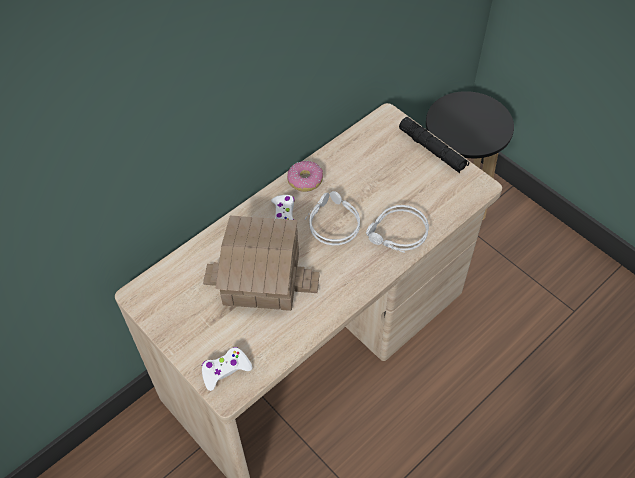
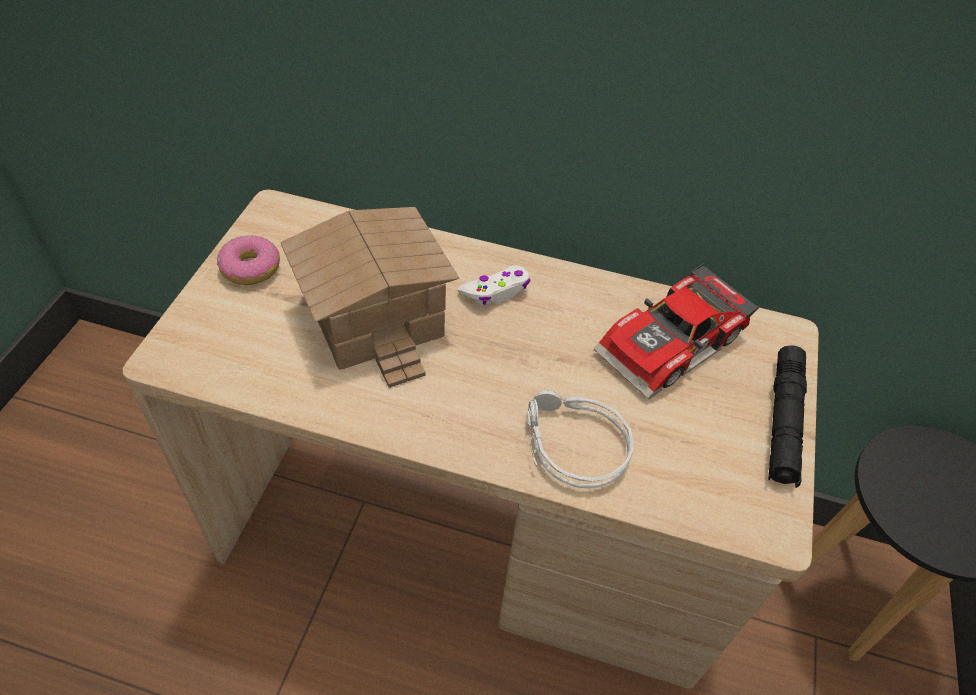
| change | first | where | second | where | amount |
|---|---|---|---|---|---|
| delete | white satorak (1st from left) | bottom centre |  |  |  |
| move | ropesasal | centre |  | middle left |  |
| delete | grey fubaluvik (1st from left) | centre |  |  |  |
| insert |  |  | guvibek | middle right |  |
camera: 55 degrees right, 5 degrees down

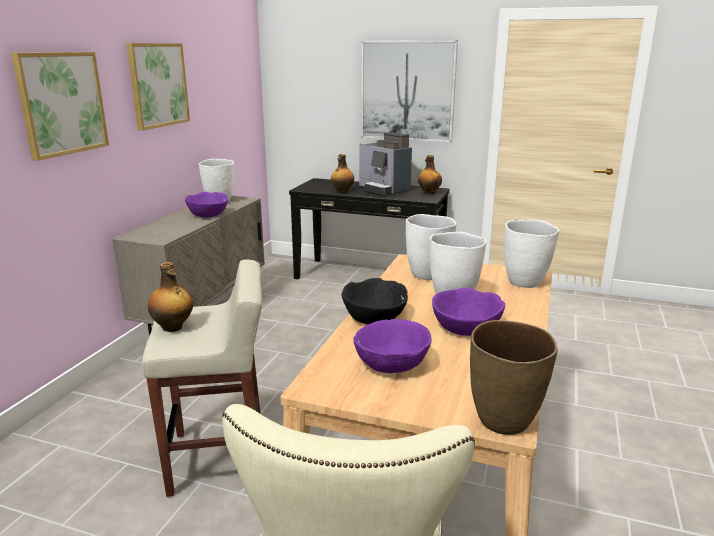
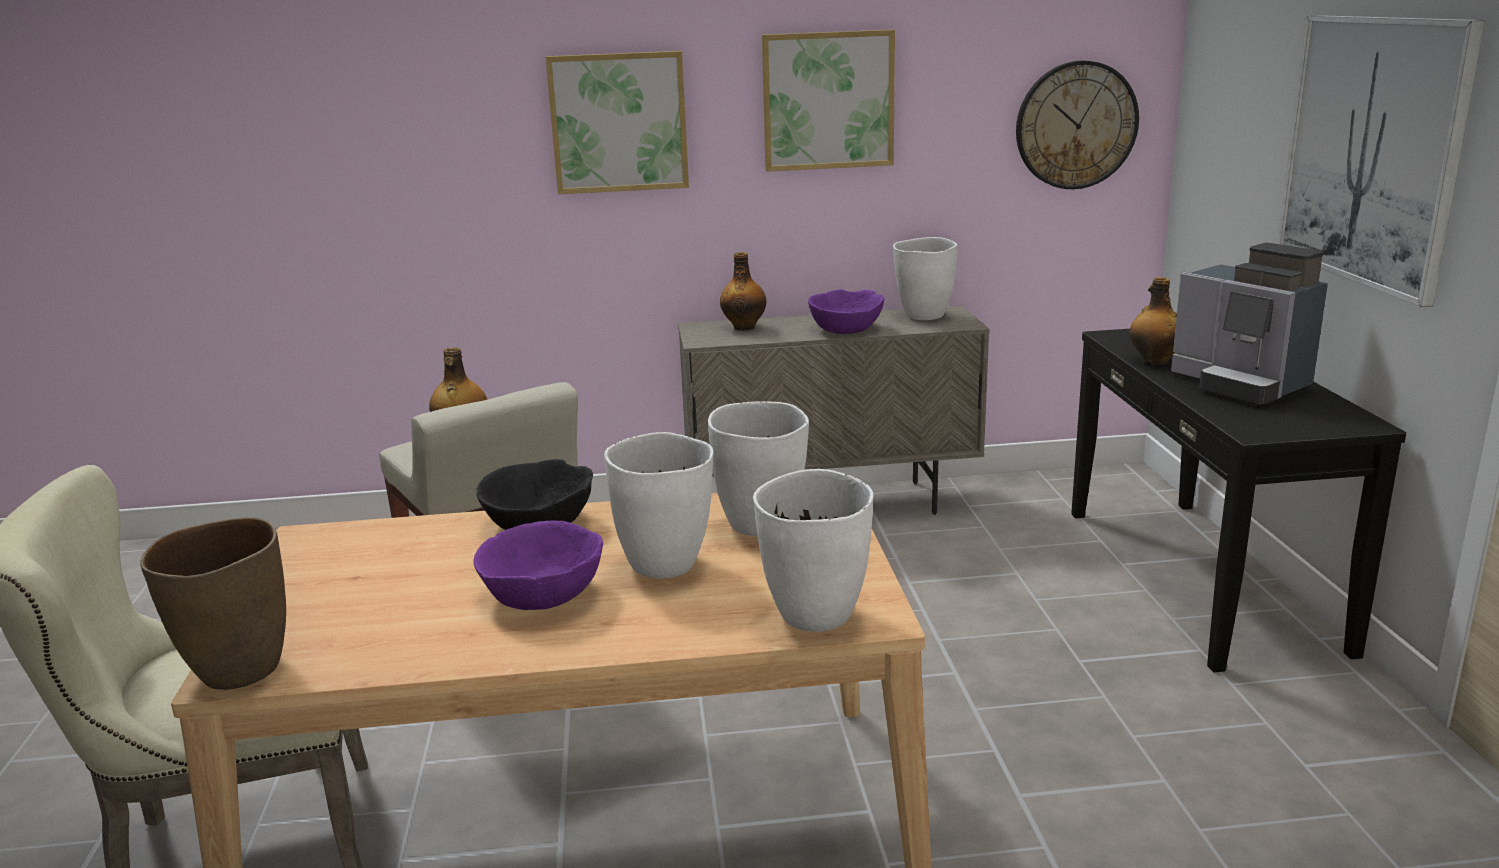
| change | first | where | second | where | amount |
|---|---|---|---|---|---|
| delete | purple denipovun (2nd from left) | centre |  |  |  |
| rotate | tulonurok | top centre |  | middle right | 60 degrees counterclockwise |
| move | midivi (3rd from left in the first image) | top centre | midivi (2nd from left) | centre |  |
| insert |  |  | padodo | top right |  |
camera: 65 degrees right, 0 degrees up

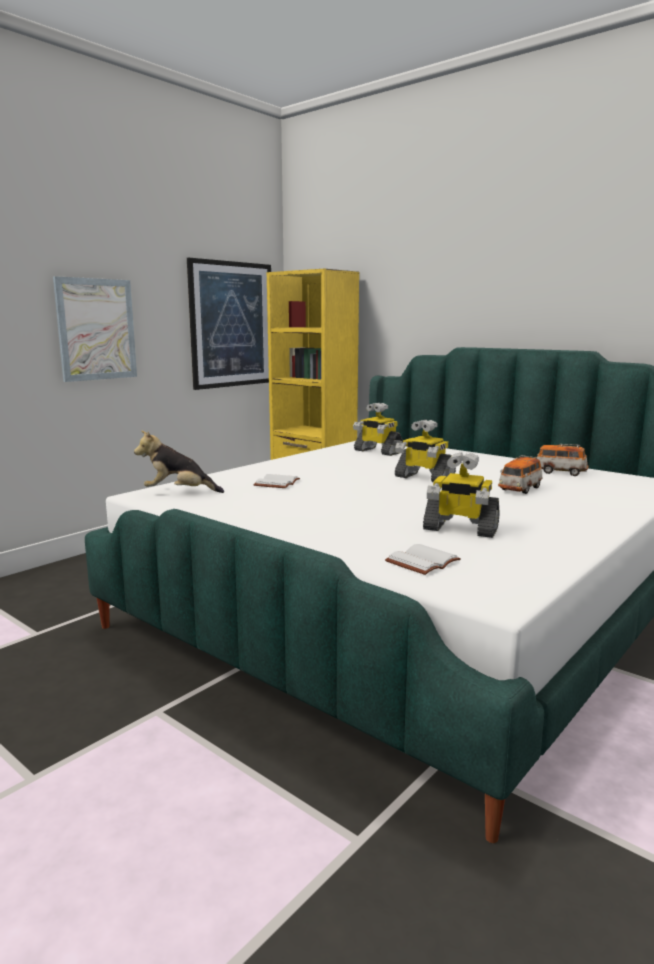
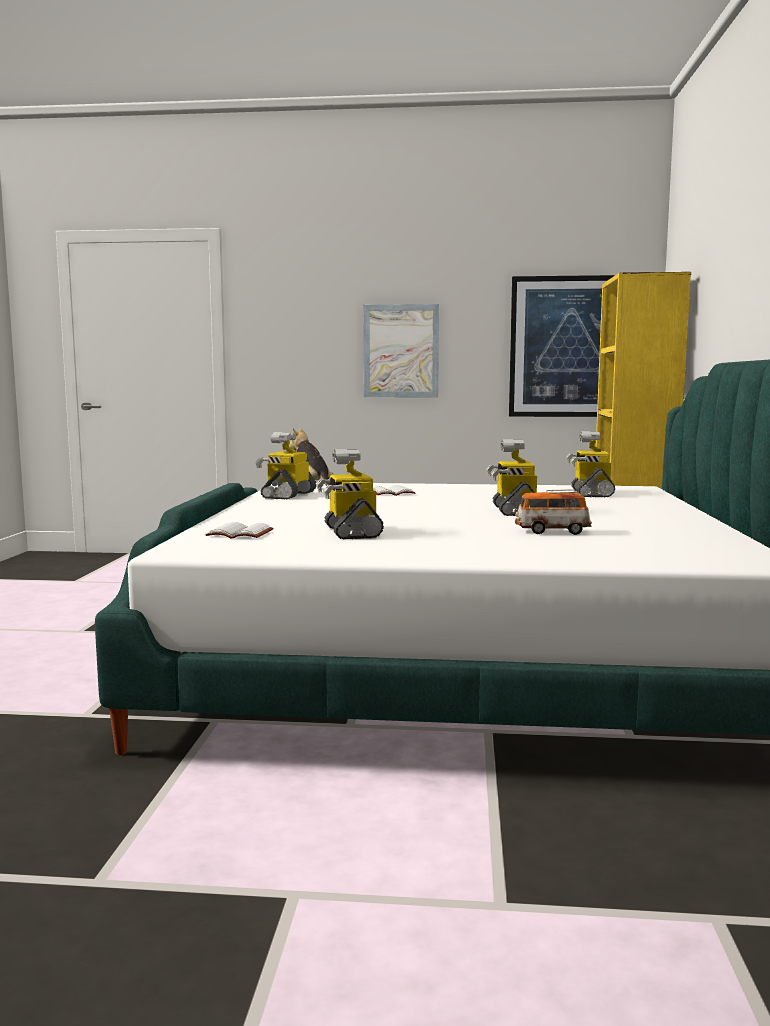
| change | first | where | second | where | amount |
|---|---|---|---|---|---|
| delete | guvibek (2nd from left) | middle right |  |  |  |
| insert |  |  | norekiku (1st from left) | centre |  |
camera: 55 degrees right, 5 degrees down

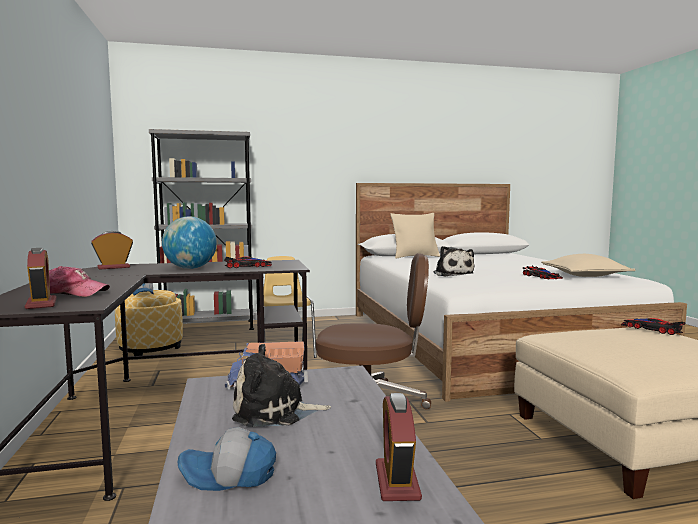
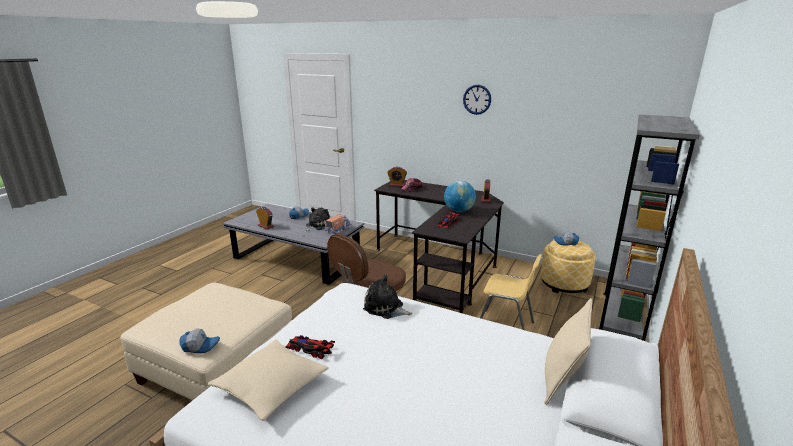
| change | first | where | second | where | amount |
|---|---|---|---|---|---|
| replace | guvibek (3rd from left) | middle right | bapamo (1st from left) | bottom left |  |
| insert |  |  | padodo | top centre |  |
camera: 130 degrees right, 15 degrees up

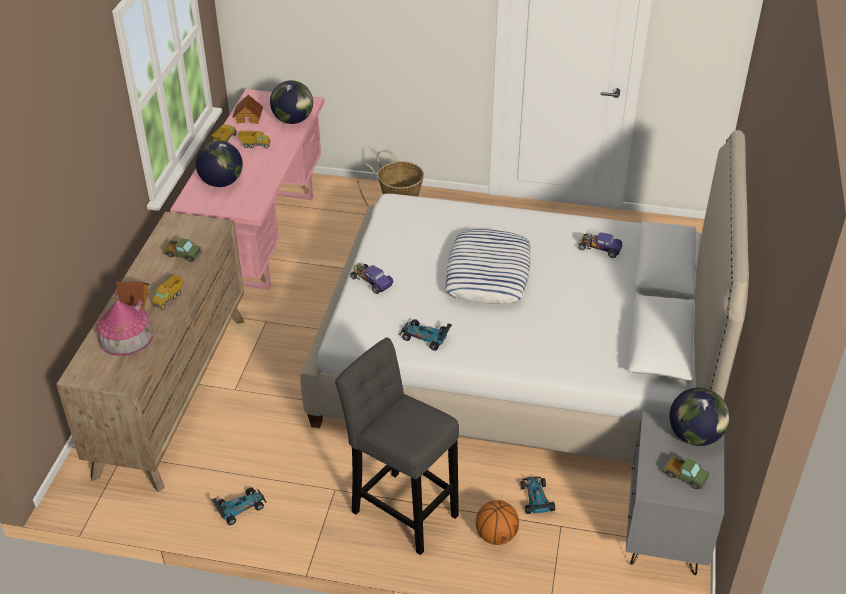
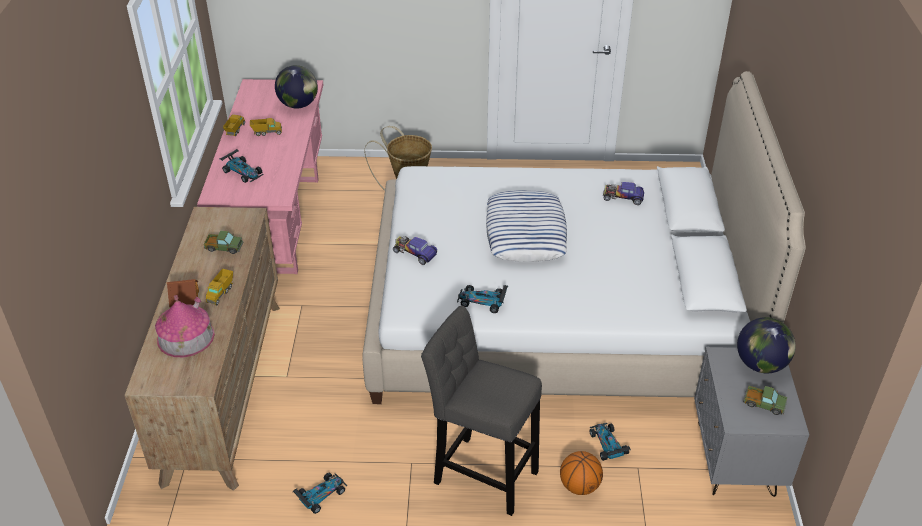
| change | first | where | second | where | amount |
|---|---|---|---|---|---|
| replace | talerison (1st from left) | top left | guvibek (1st from left) | top left |  |
| delete | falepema (3rd from left) | top left |  |  |  |
camera: 10 degrees left, 0 degrees up

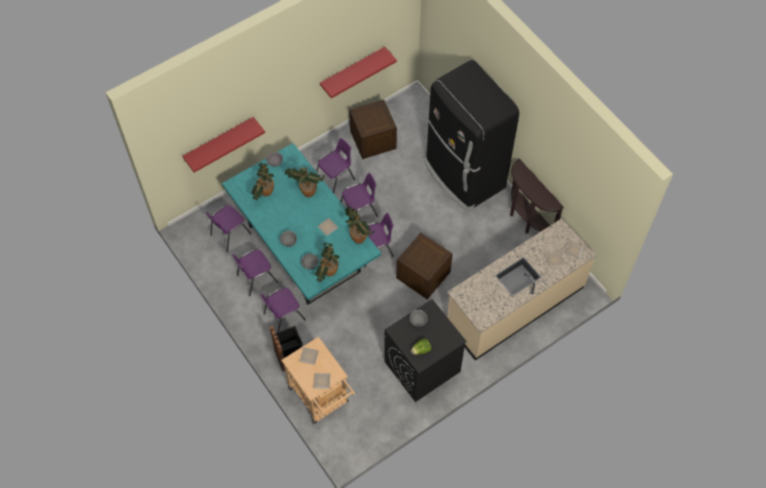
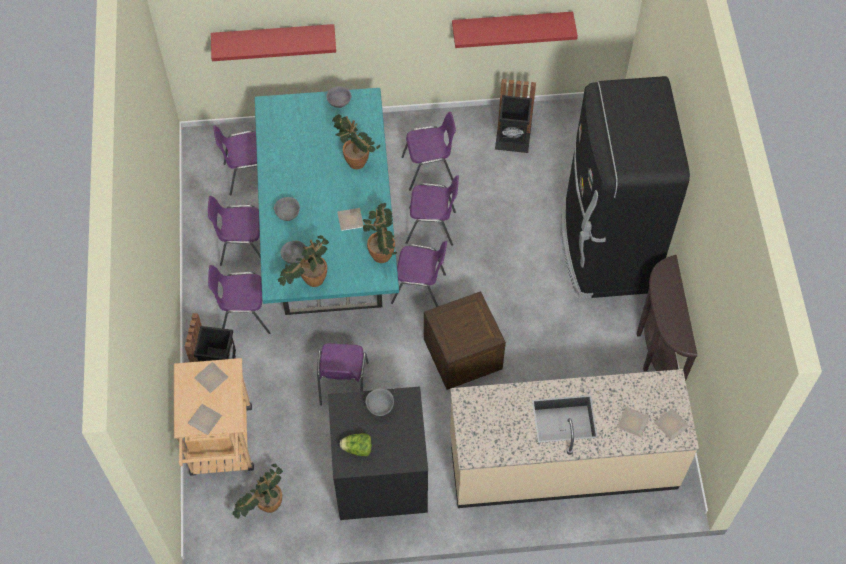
| change | first | where | second | where | amount |
|---|---|---|---|---|---|
| move | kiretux (1st from left) | centre |  | bottom left |  |
| replace | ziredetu (1st from left) | top centre | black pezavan (2nd from left) | top centre |  |
| insert |  |  | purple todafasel (4th from left) | centre |  |
camera: 30 degrees right, 0 degrees up

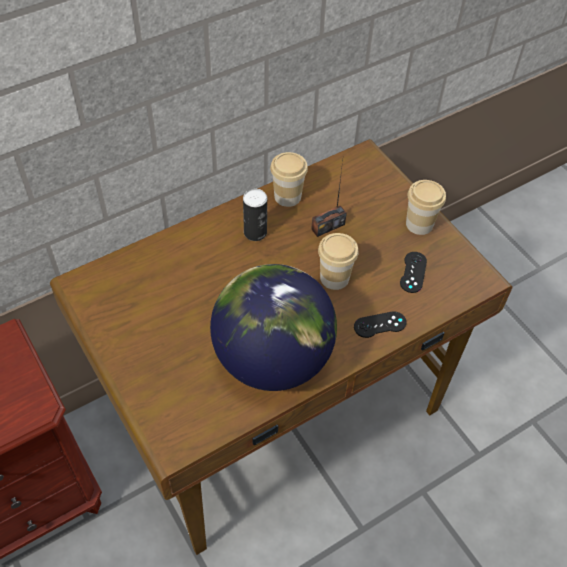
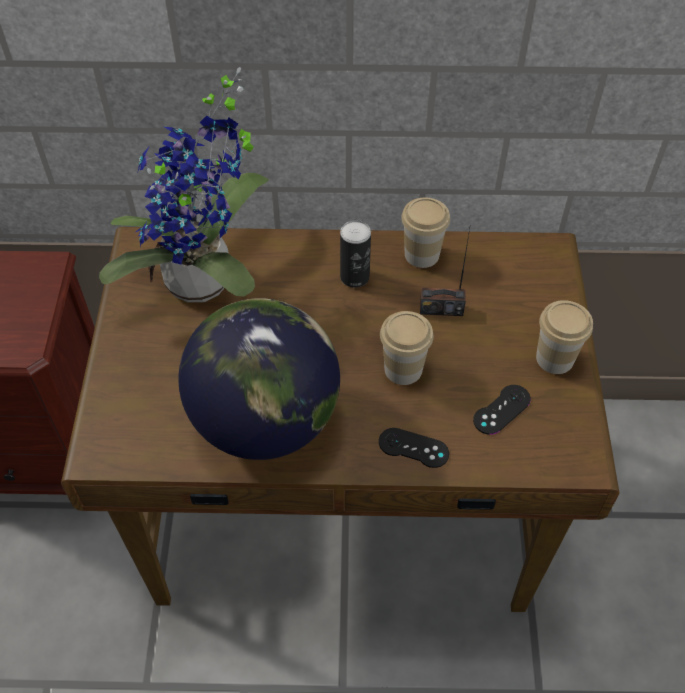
| change | first | where | second | where | amount |
|---|---|---|---|---|---|
| insert |  |  | kiretux | top left |  |
camera: 35 degrees right, 0 degrees up

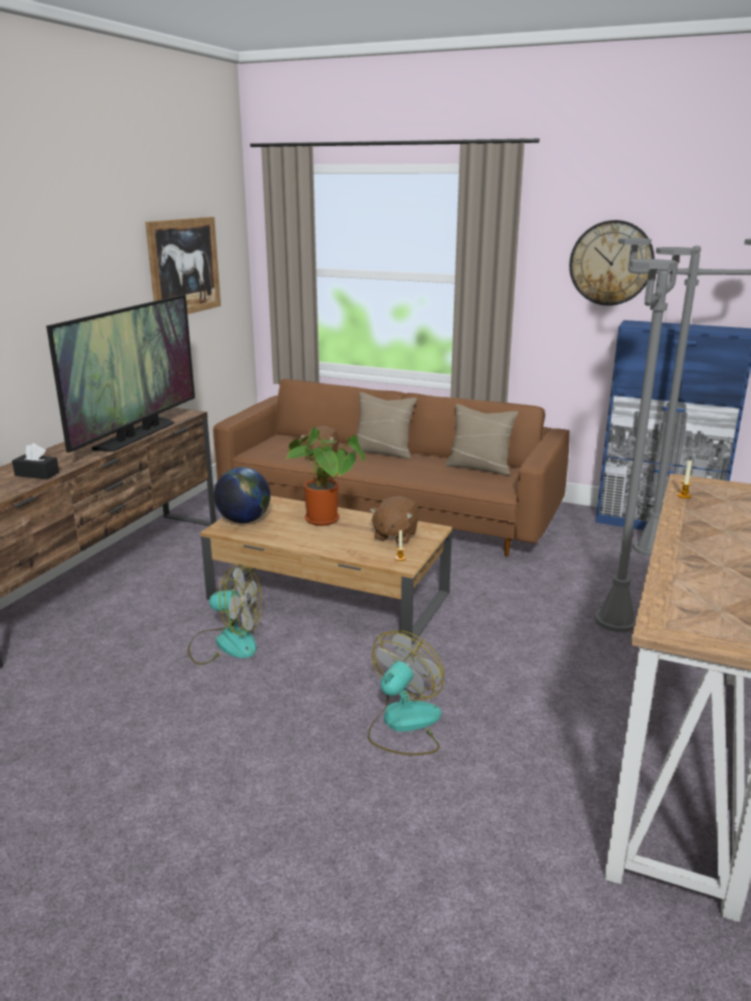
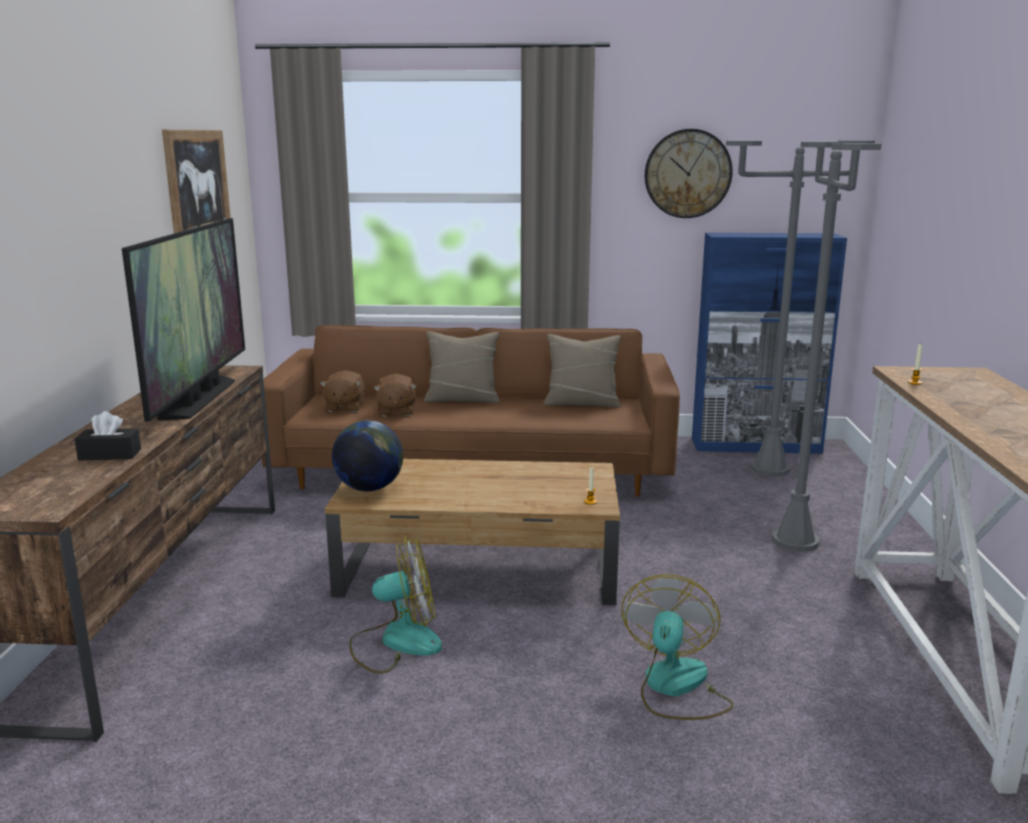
| change | first | where | second | where | amount |
|---|---|---|---|---|---|
| delete | kiretux | centre |  |  |  |
| move | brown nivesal (2nd from left in the first image) | centre | brown nivesal (1st from left) | middle left |  |
camera: 20 degrees left, 5 degrees down

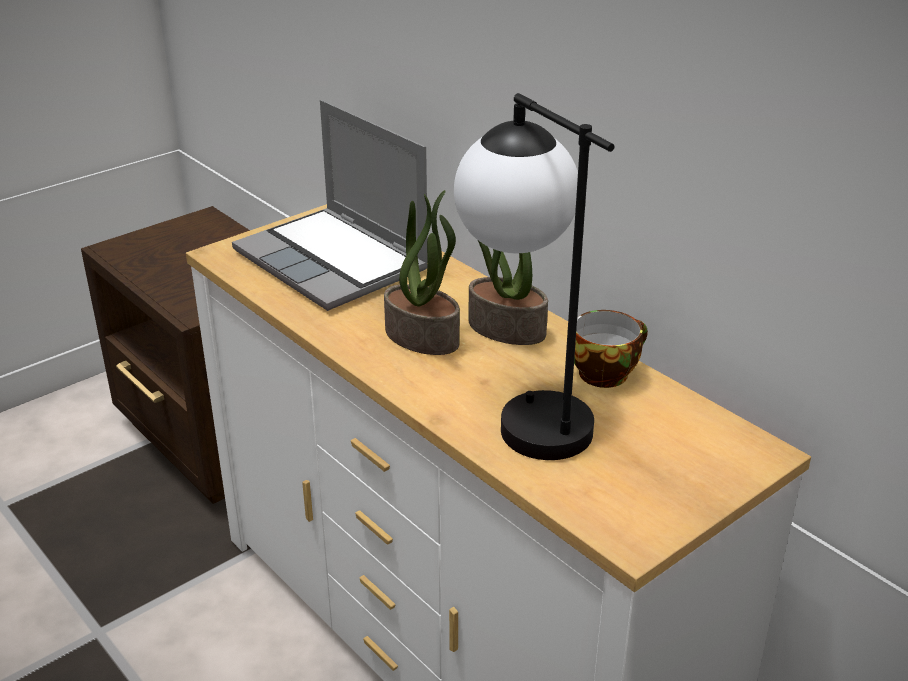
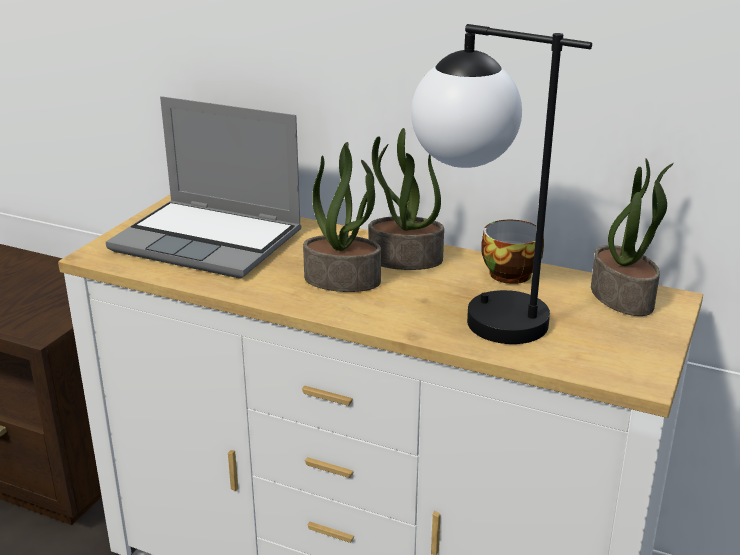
| change | first | where | second | where | amount |
|---|---|---|---|---|---|
| insert |  |  | kiretux (3rd from left) | middle right |  |
camera: 25 degrees left, 5 degrees down

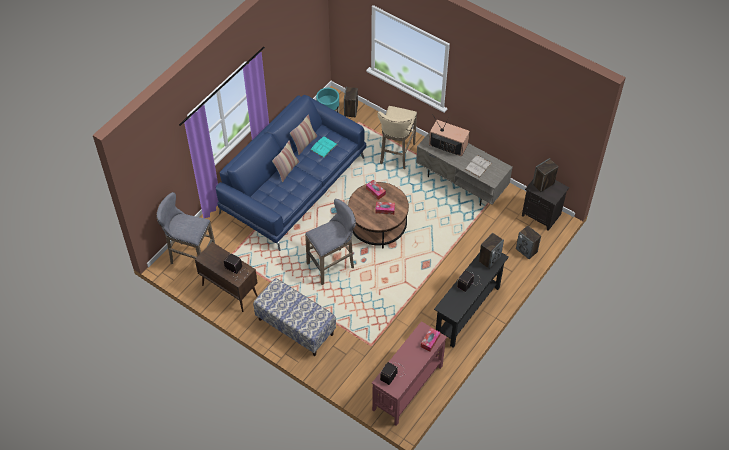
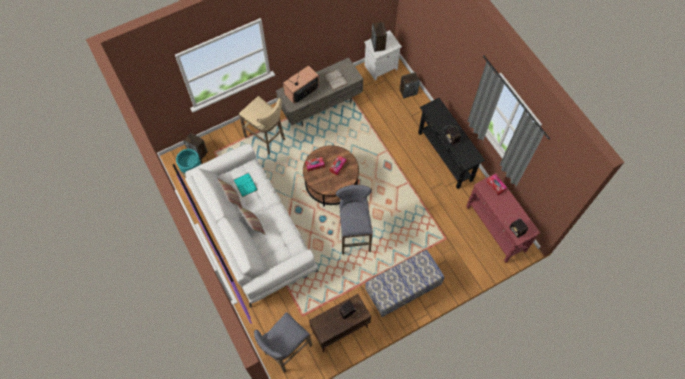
| change | first | where | second | where | amount |
|---|---|---|---|---|---|
| recolor | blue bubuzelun | centre | white bubuzelun | centre |  |
| delete | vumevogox (2nd from left) | middle right |  |  |  |
| recolor | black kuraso | middle right | white kuraso | top centre |  |
camera: 65 degrees left, 10 degrees up

